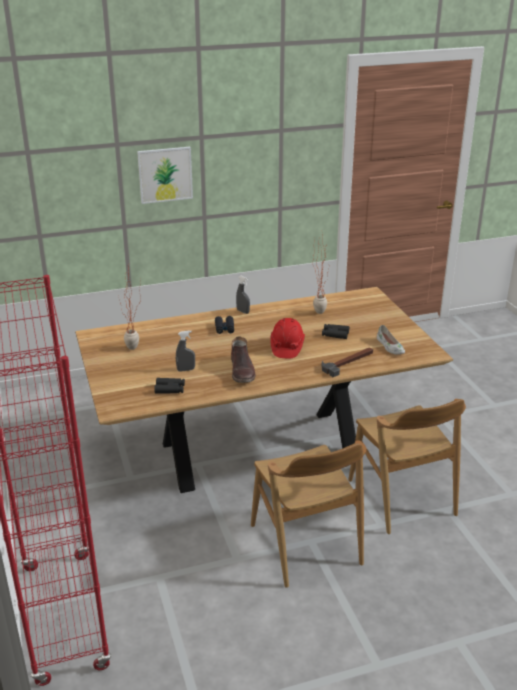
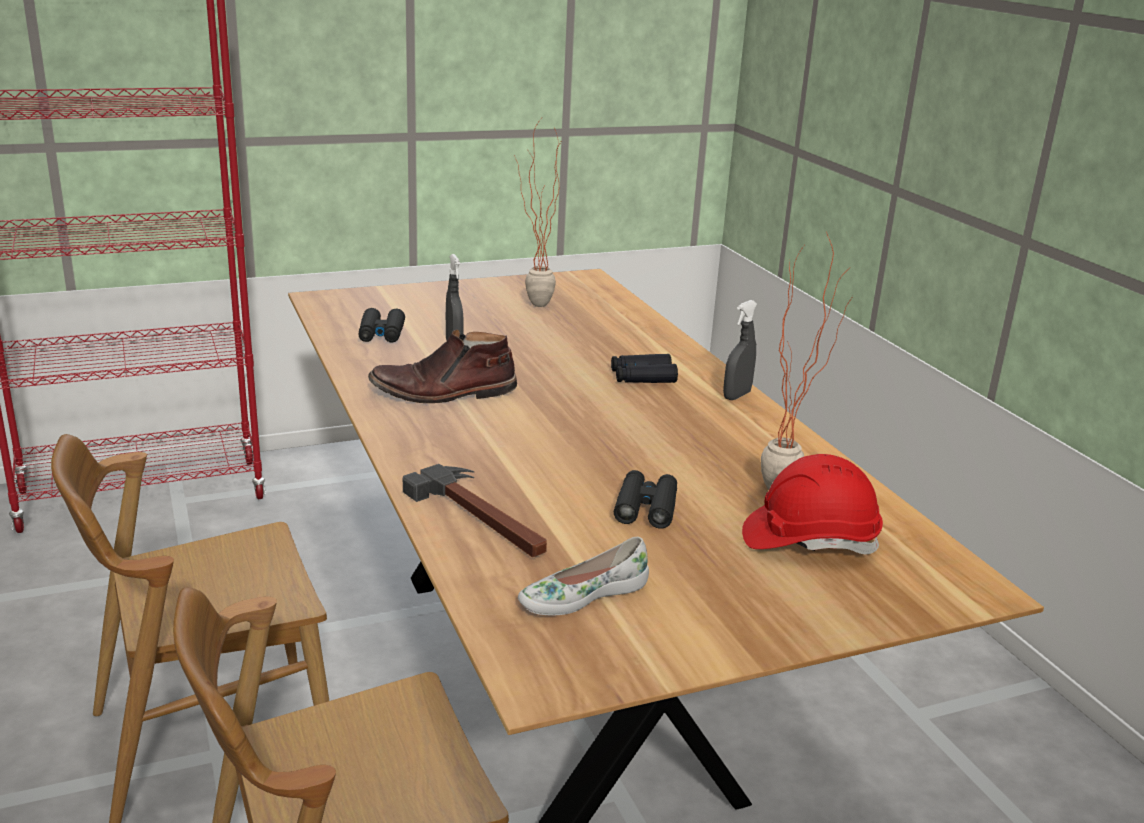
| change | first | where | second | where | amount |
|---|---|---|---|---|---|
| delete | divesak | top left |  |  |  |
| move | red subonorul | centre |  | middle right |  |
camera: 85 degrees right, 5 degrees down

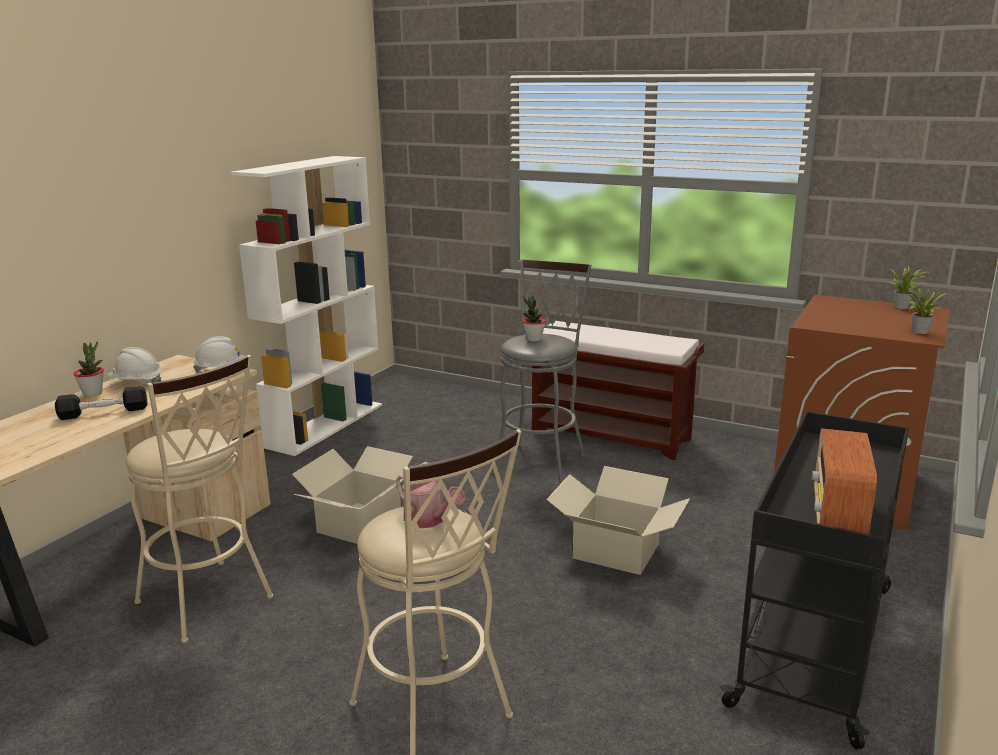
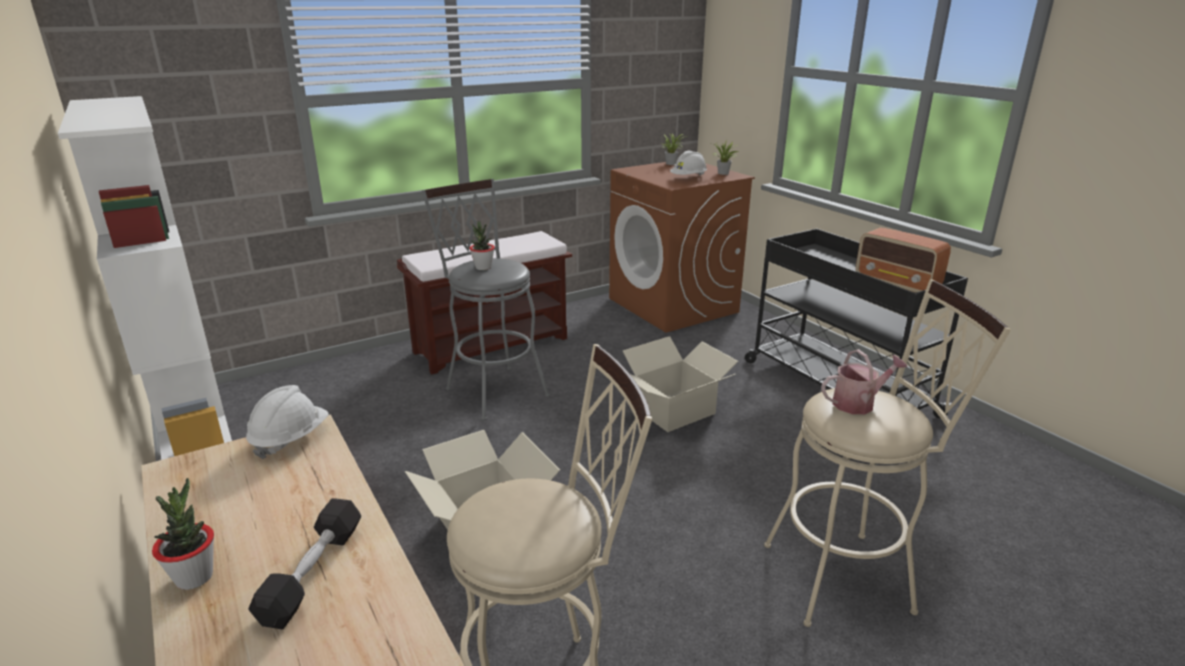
| change | first | where | second | where | amount |
|---|---|---|---|---|---|
| move | white subonorul (1st from left in the first image) | middle left | white subonorul (2nd from left) | top centre |  |
camera: 60 degrees left, 5 degrees up

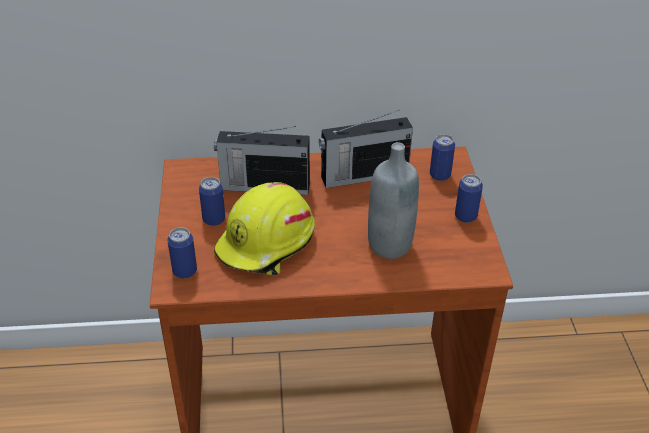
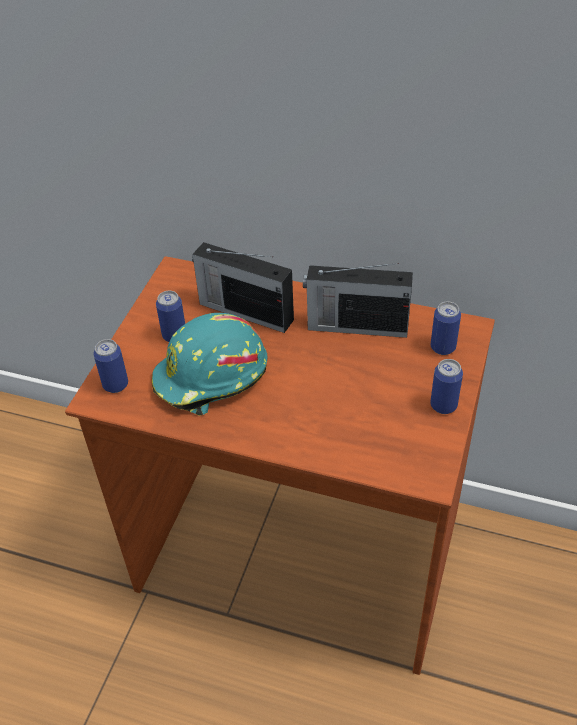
| change | first | where | second | where | amount |
|---|---|---|---|---|---|
| recolor | yellow subonorul | centre | turquoise subonorul | centre |  |
| delete | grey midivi | centre |  |  |  |
camera: 25 degrees right, 5 degrees up

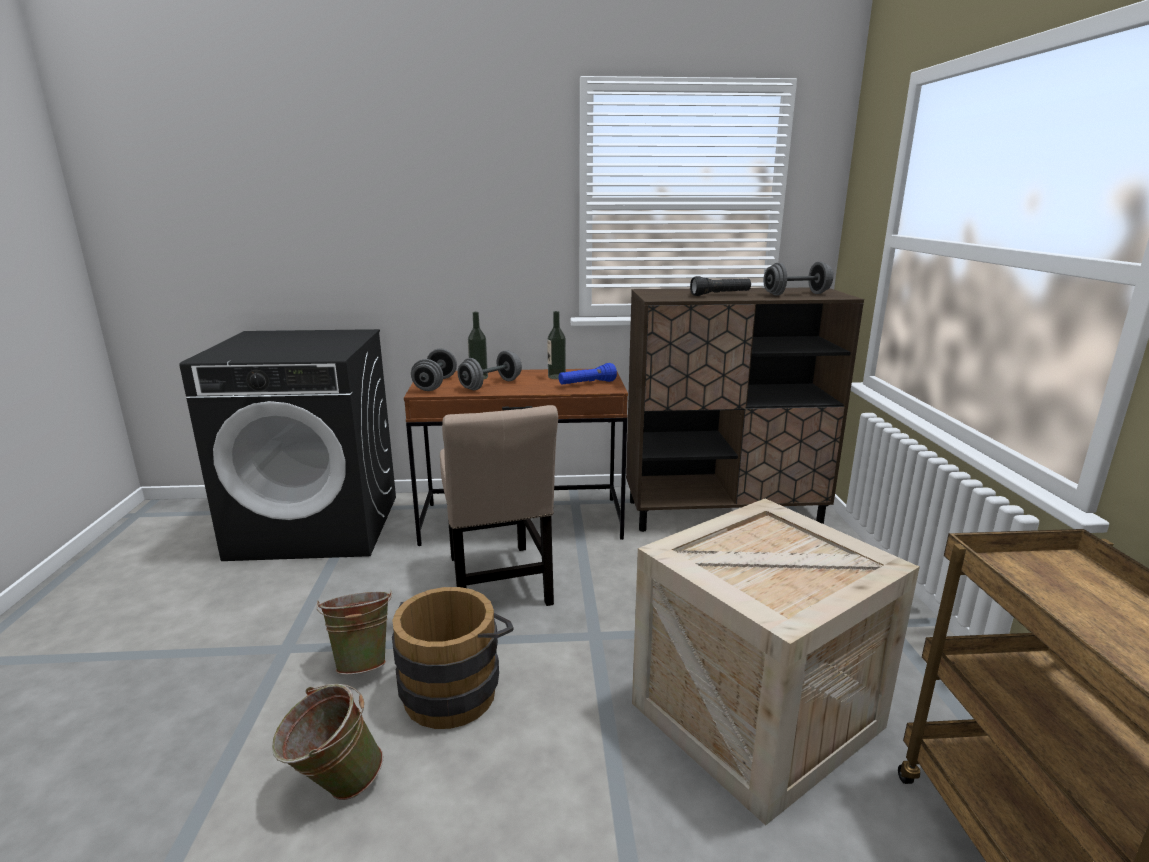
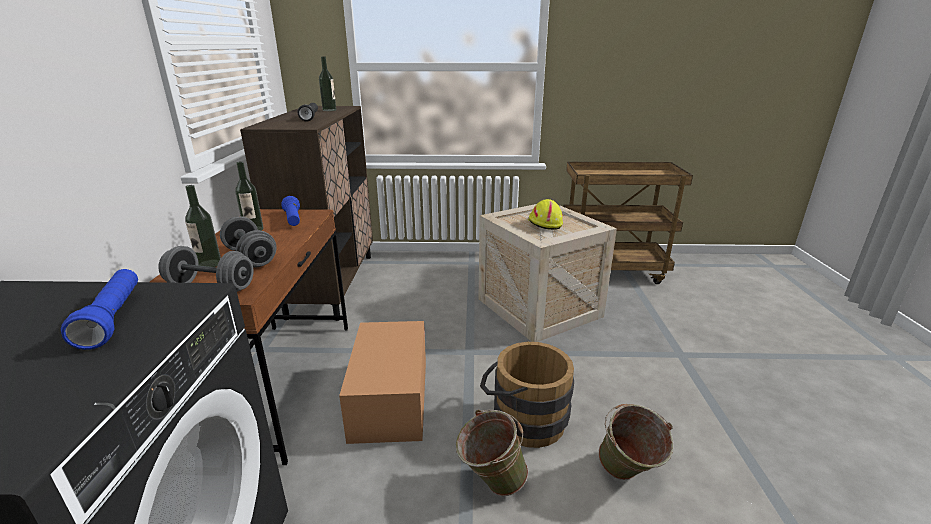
| change | first | where | second | where | amount |
|---|---|---|---|---|---|
| replace | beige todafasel | centre | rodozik | bottom centre |  |
| replace | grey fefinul (3rd from left) | top right | midivi (3rd from left) | top centre |  |
| insert |  |  | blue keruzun (1st from left) | middle left |  |
| insert |  |  | yellow subonorul | centre |  |
camera: 85 degrees left, 5 degrees up

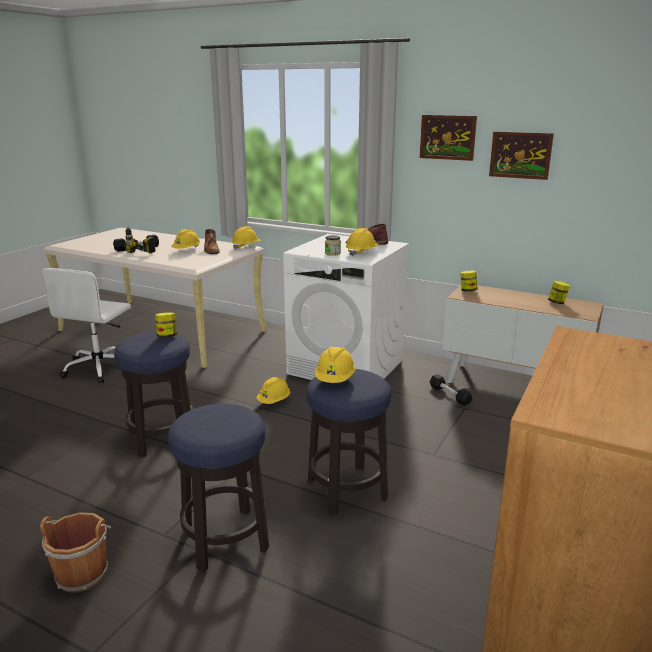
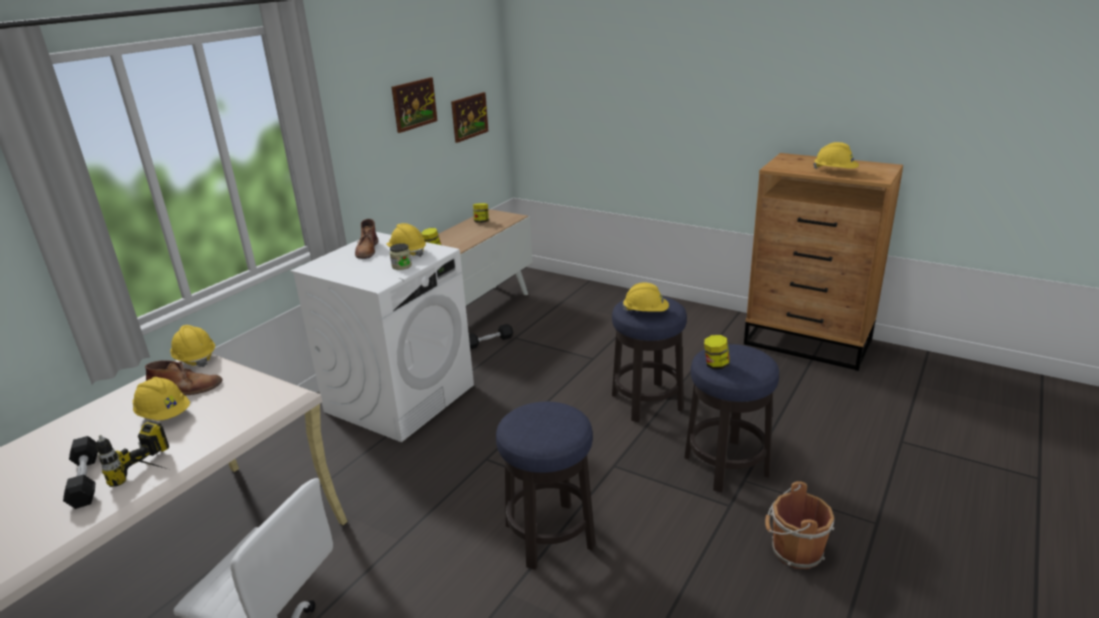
| change | first | where | second | where | amount |
|---|---|---|---|---|---|
| move | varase (1st from left in the first image) | middle left | varase (4th from left) | centre |  |
| move | yellow subonorul (3rd from left in the first image) | centre | yellow subonorul (5th from left) | top right |  |
| move | divesak (1st from left in the first image) | top right | divesak (2nd from left) | top centre |  |
camera: 85 degrees left, 5 degrees up

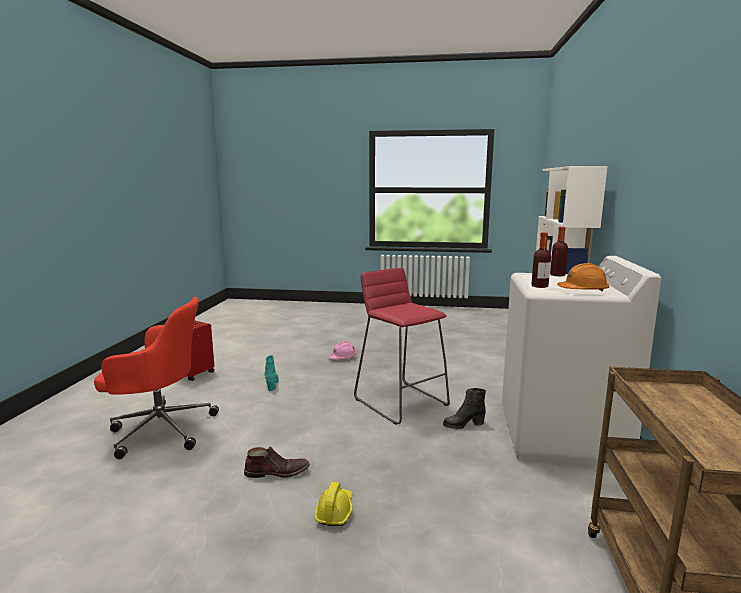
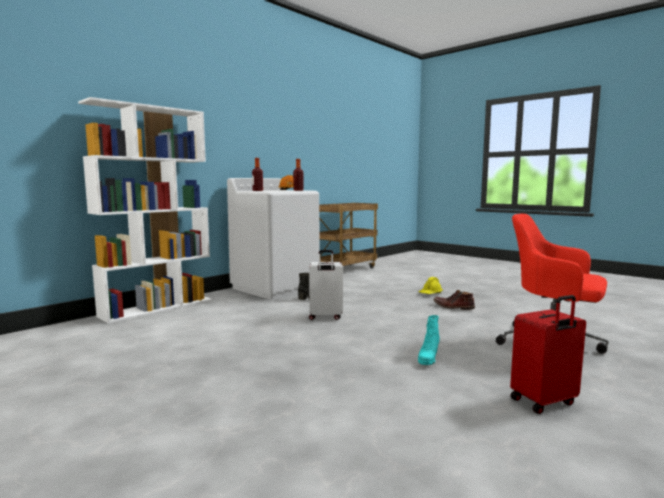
| change | first | where | second | where | amount |
|---|---|---|---|---|---|
| delete | pink subonorul | centre |  |  |  |
| replace | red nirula | centre | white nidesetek | centre |  |
camera: 145 degrees left, 5 degrees down

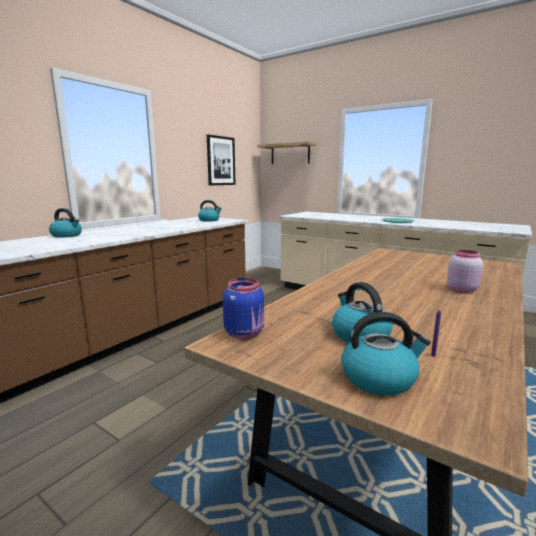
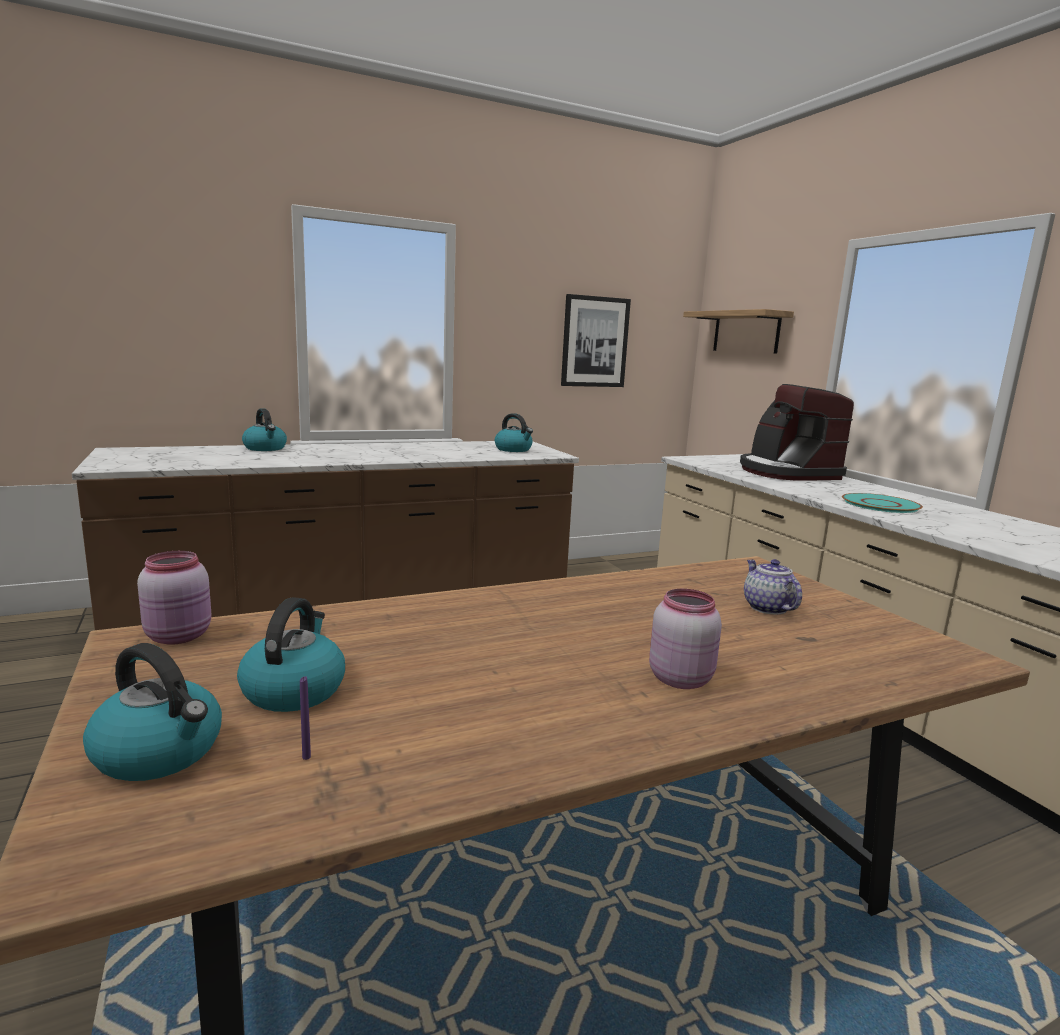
| change | first | where | second | where | amount |
|---|---|---|---|---|---|
| recolor | blue varase | centre | pink varase (1st from left) | middle left |  |
| insert |  |  | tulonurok | middle right |  |
| insert |  |  | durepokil | middle right |  |
camera: 30 degrees right, 0 degrees up

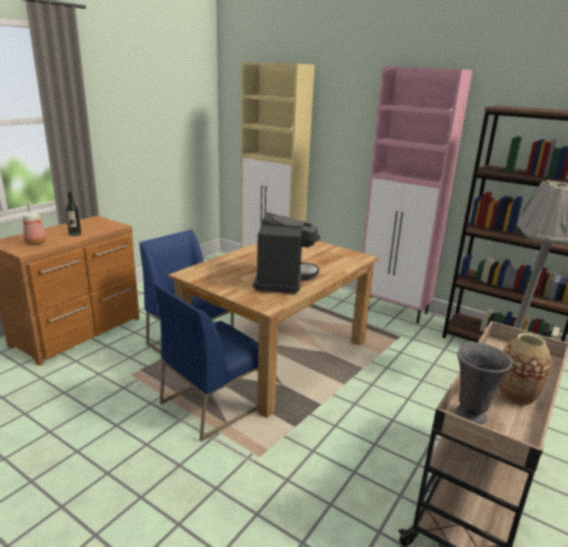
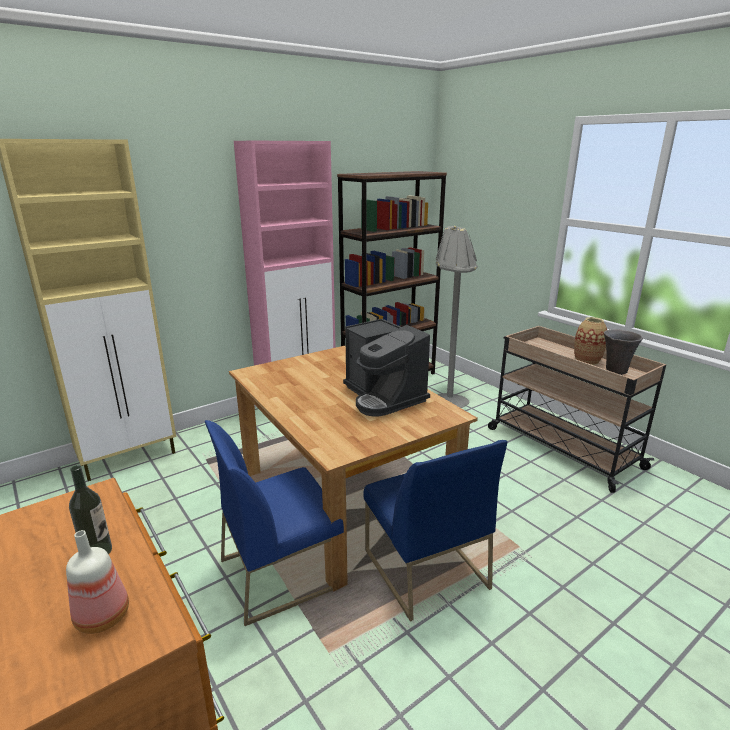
| change | first | where | second | where | amount |
|---|---|---|---|---|---|
| rotate | tulonurok | centre |  | centre | 150 degrees counterclockwise |
camera: 70 degrees left, 0 degrees up

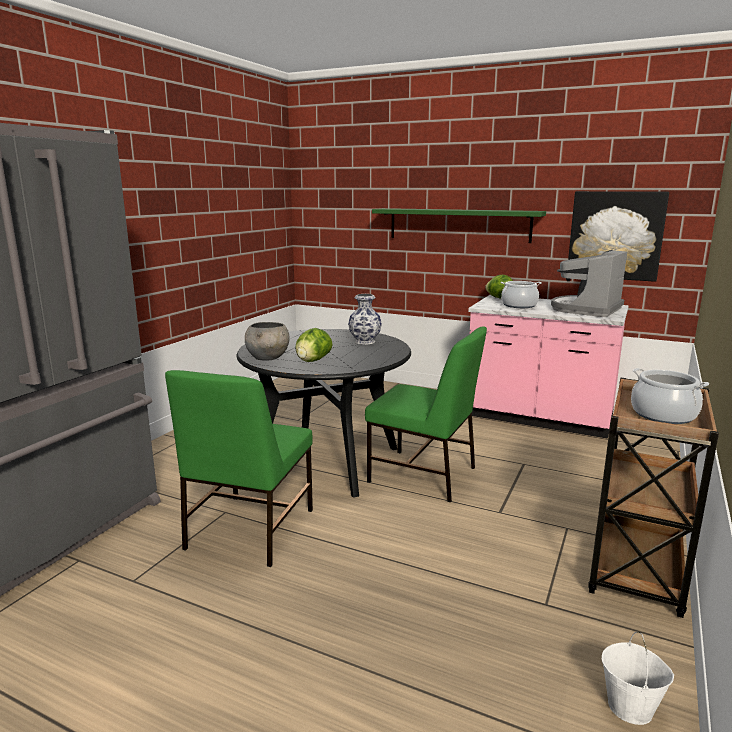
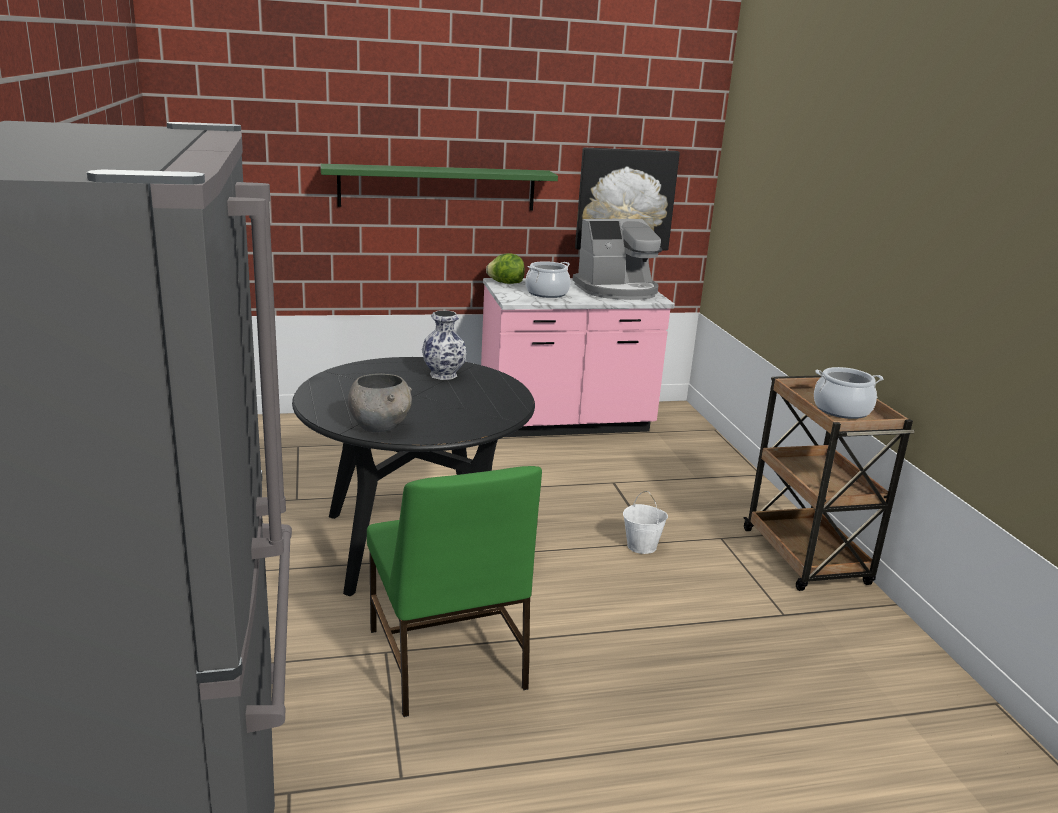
| change | first | where | second | where | amount |
|---|---|---|---|---|---|
| delete | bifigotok (1st from left) | centre |  |  |  |
| delete | green todafasel (2nd from left) | centre |  |  |  |
| rotate | tulonurok | middle right |  | top centre | 105 degrees counterclockwise |
| move | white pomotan | bottom right |  | centre |  |
camera: 40 degrees left, 5 degrees up

